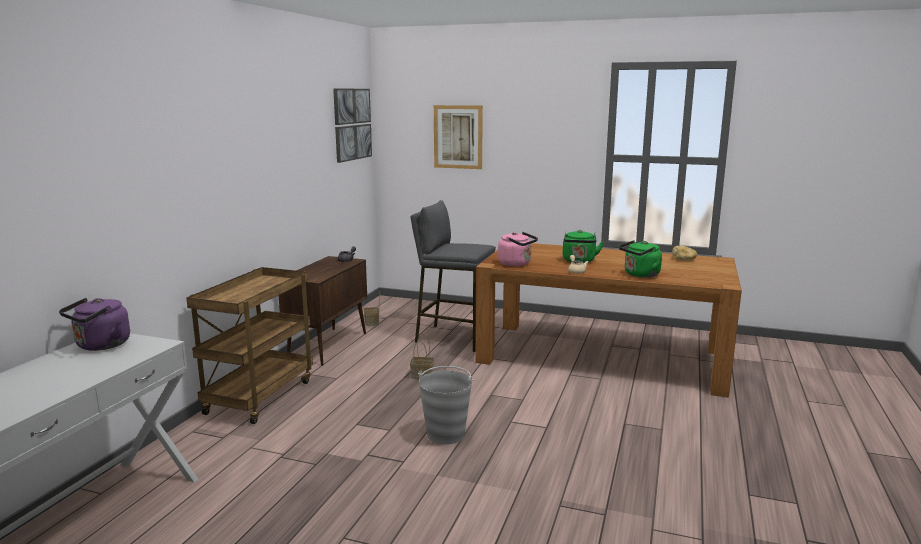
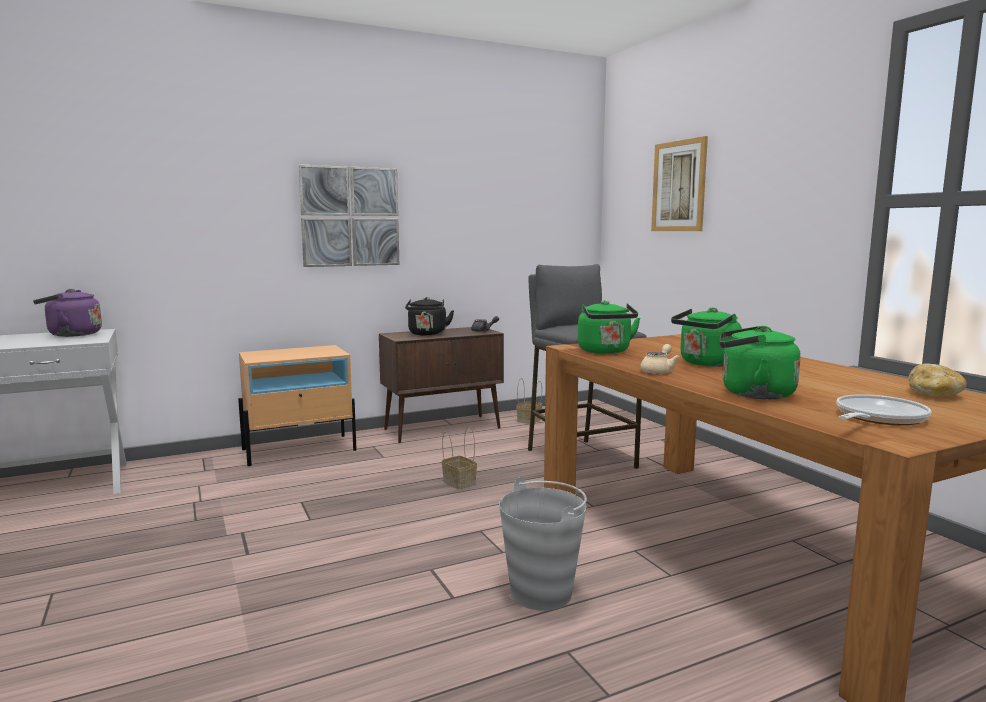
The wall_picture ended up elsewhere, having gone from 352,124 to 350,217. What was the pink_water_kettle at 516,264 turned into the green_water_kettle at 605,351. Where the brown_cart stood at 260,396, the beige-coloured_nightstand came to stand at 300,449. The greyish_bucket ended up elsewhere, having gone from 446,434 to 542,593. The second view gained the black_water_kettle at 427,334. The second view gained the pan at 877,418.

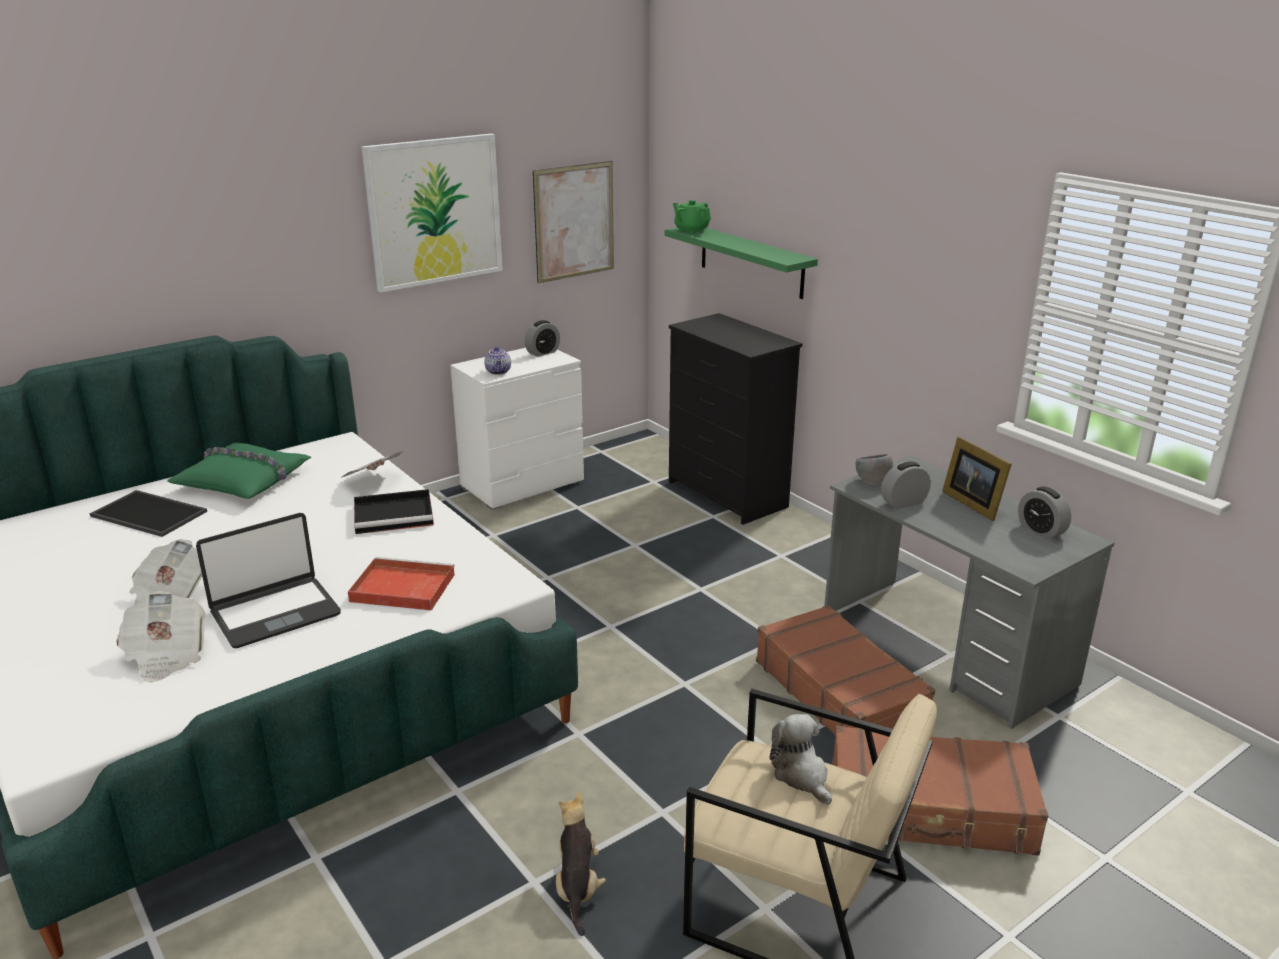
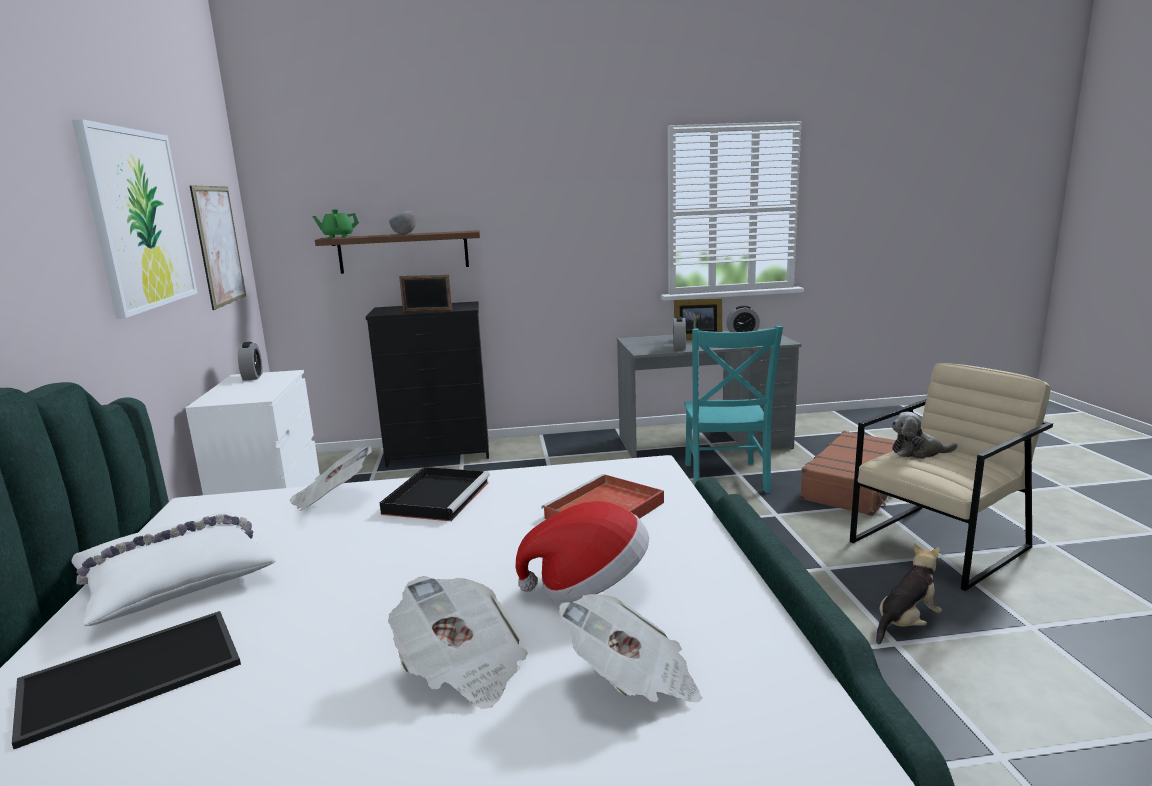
What was the green_shelf at 751,261 turned into the brown_shelf at 403,252. The second view lost the tea_pot at 499,372. What was the green_pillow at 244,481 turned into the white-coloured_pillow at 175,578. The greyish_deep_dish ended up elsewhere, having gone from 872,481 to 404,234. Where the laptop stood at 275,613, the hat came to stand at 589,586. Where the brown_piece_of_luggage stood at 839,692, the blue-green_chair came to stand at 725,479. The cuddly_toy at 578,887 ended up facing another way, 120 degrees clockwise from before. The second view gained the standing_frame at 427,311.

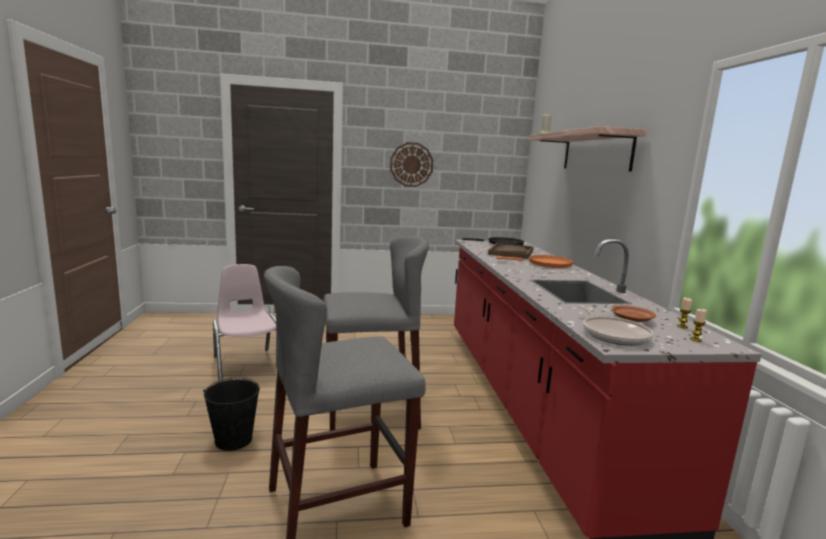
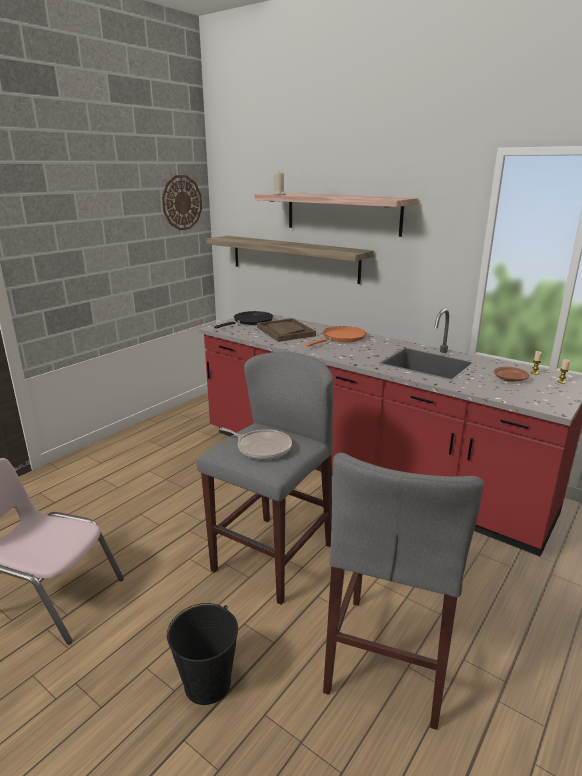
The hanging_clock ended up elsewhere, having gone from 411,164 to 182,202. The pan ended up elsewhere, having gone from 613,334 to 261,448. The second view gained the shelf at 293,258.

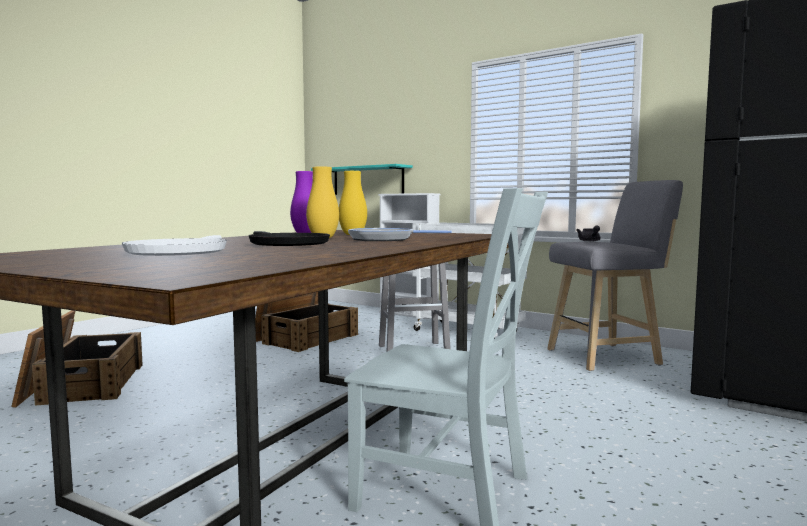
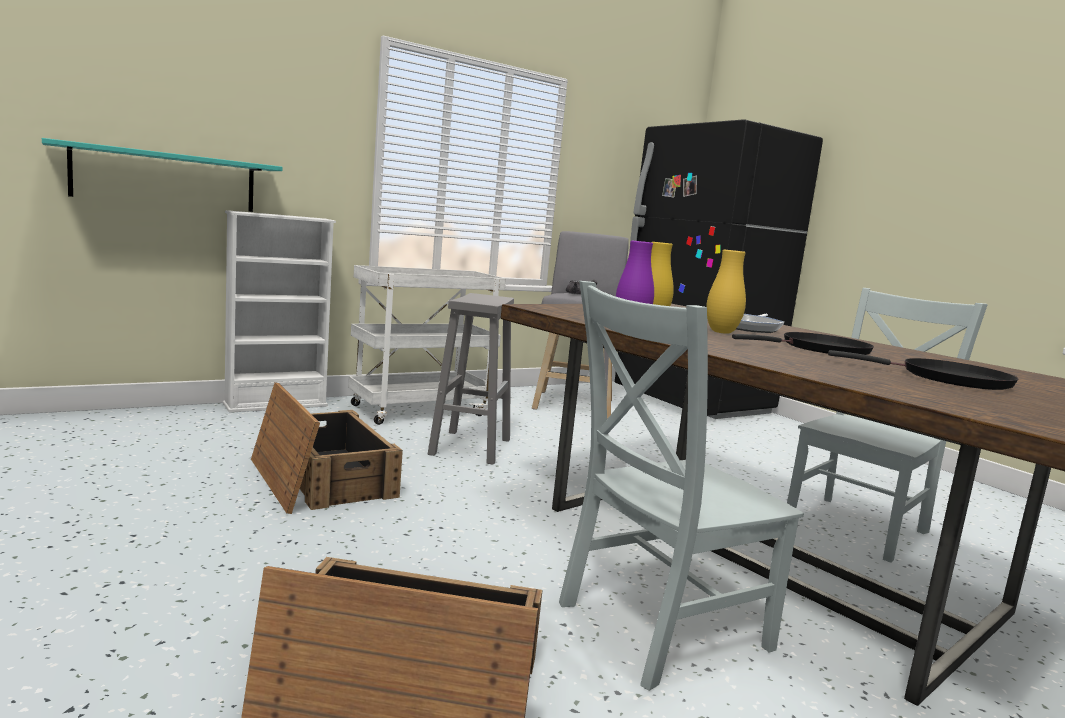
What was the white-coloured_pan at 179,252 turned into the black_pan at 947,379. The second view gained the greyish_chair at 655,627.

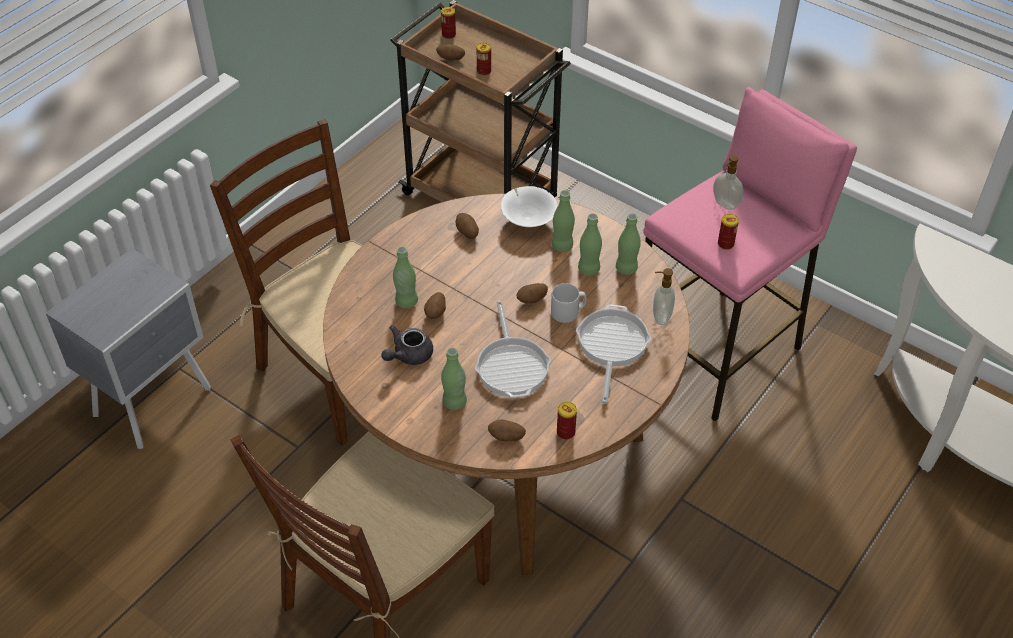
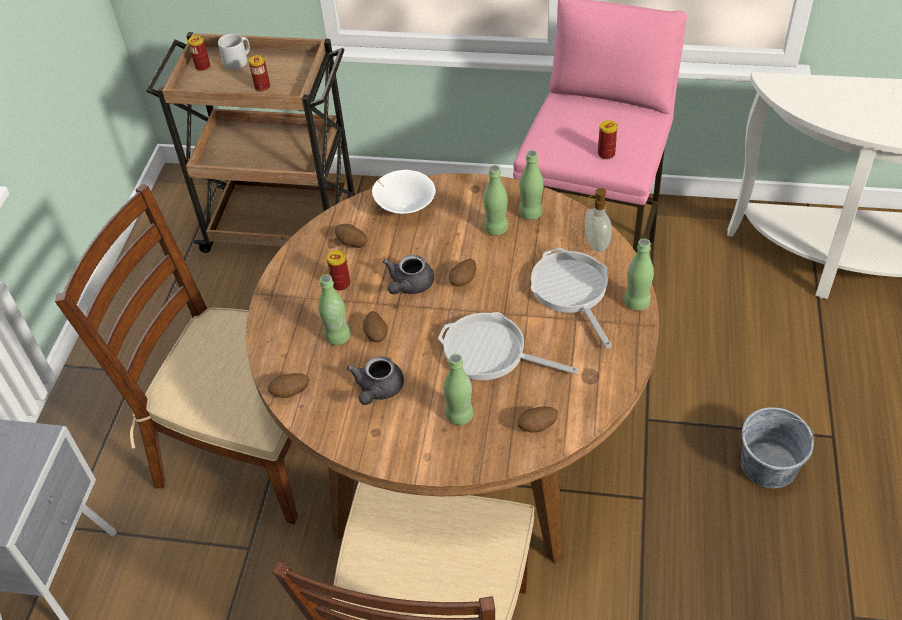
The whole_potato ended up elsewhere, having gone from 450,59 to 291,393. The second view lost the liquid_soap_bottle at 725,204. The green_drink_bottle ended up elsewhere, having gone from 562,246 to 636,303. The greyish_mug ended up elsewhere, having gone from 568,312 to 238,61. The pan at 512,365 ended up facing another way, 150 degrees clockwise from before. The can ended up elsewhere, having gone from 565,432 to 341,284. The second view gained the greyish_tea_pot at 409,286. The second view gained the greyish_bucket at 769,465.

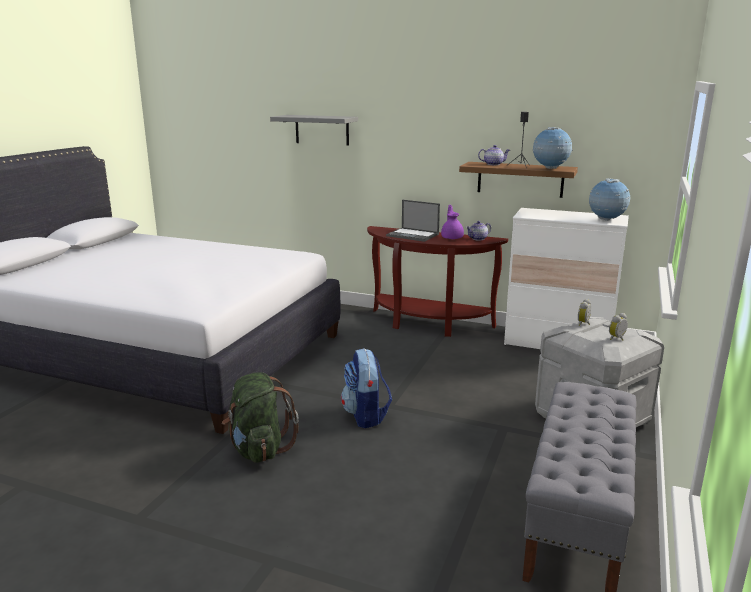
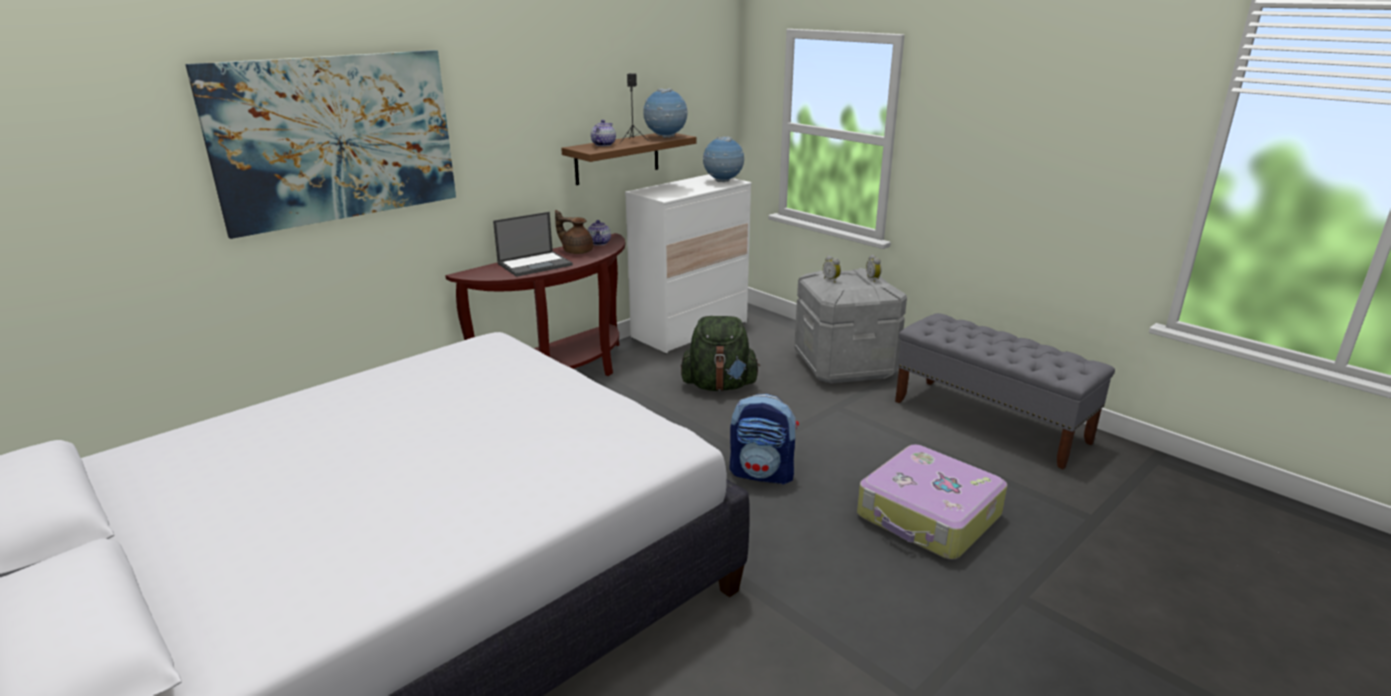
Where the greyish_shelf hung at 322,130, the wall_picture came to hang at 336,138. What was the purple-coloured_tea_pot at 452,237 turned into the brown_tea_pot at 576,251. The green_backpack ended up elsewhere, having gone from 259,449 to 719,386. The second view gained the piece_of_luggage at 928,517.

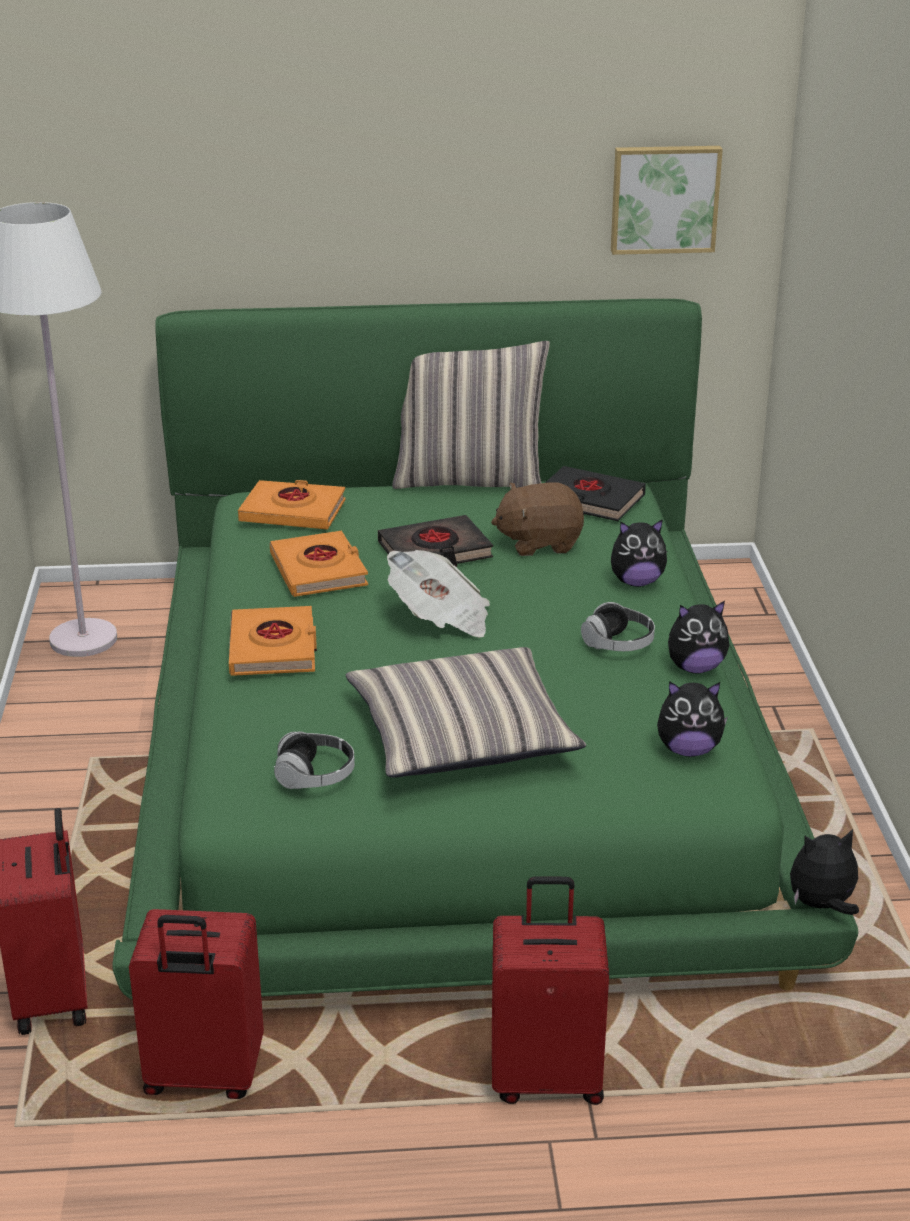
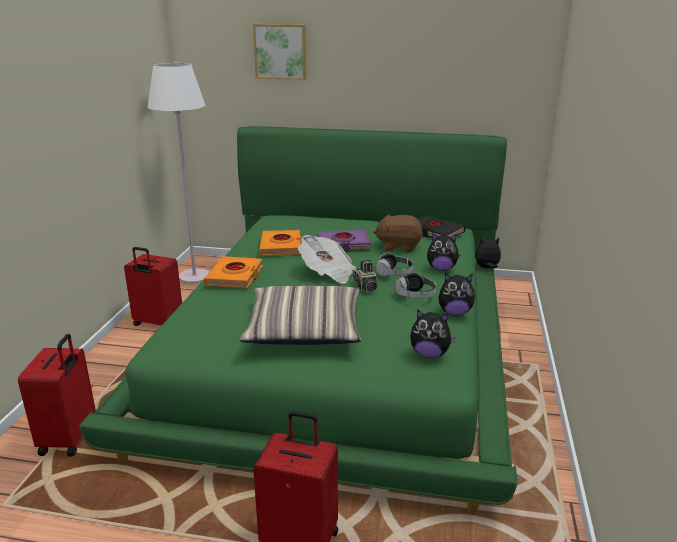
The wall_picture ended up elsewhere, having gone from 664,198 to 280,51. The second view lost the pillow at 470,480. The second view lost the orangey_volume at 293,512. What was the black_volume at 435,552 turned into the purple-coloured_volume at 343,245. The headset ended up elsewhere, having gone from 315,776 to 394,274. The cuddly_toy ended up elsewhere, having gone from 822,906 to 486,268. The reddish_piece_of_luggage ended up elsewhere, having gone from 203,1076 to 157,323. The second view gained the photo_camera at 365,287.

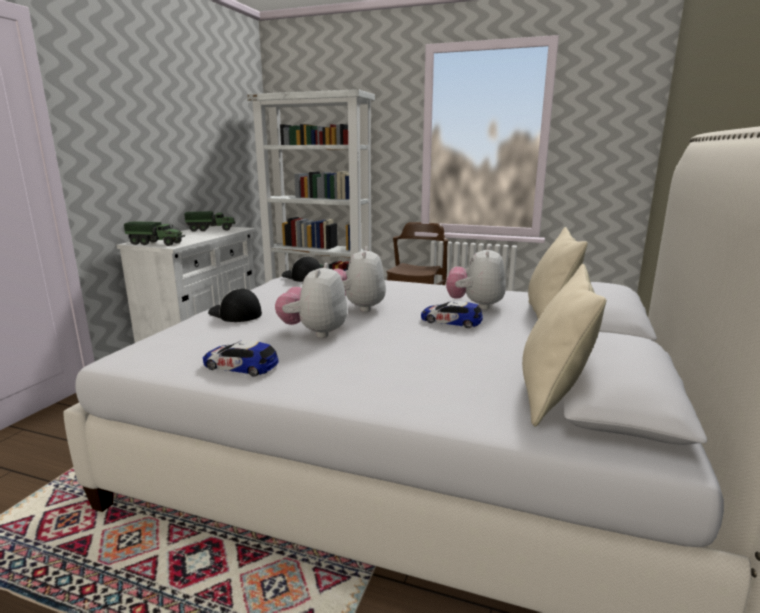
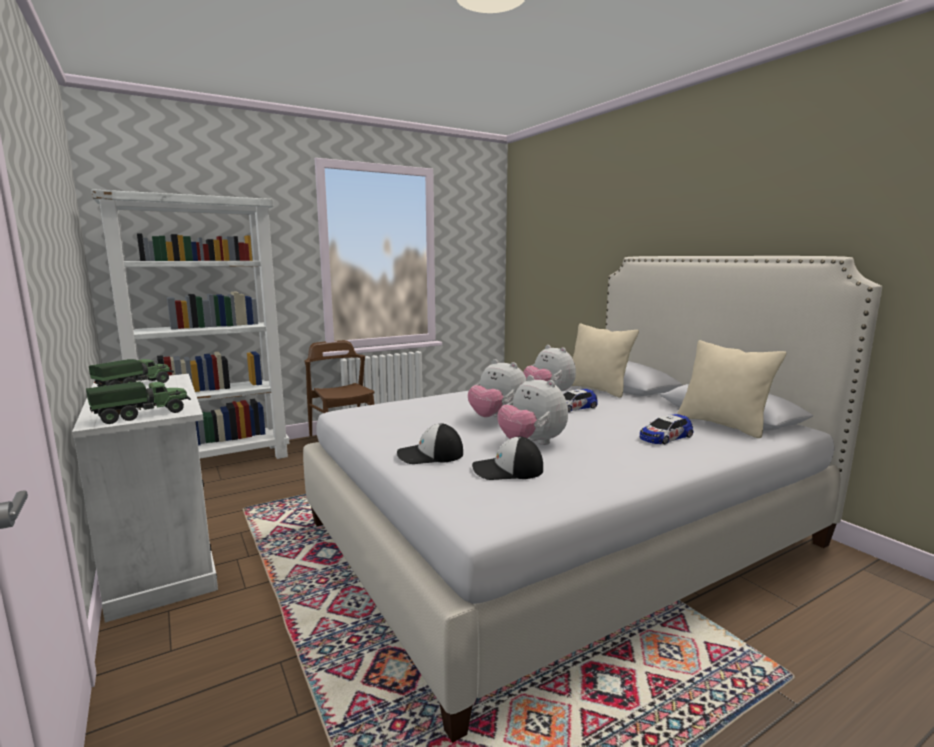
The cap ended up elsewhere, having gone from 302,276 to 507,470. The model_car ended up elsewhere, having gone from 240,366 to 665,437.

